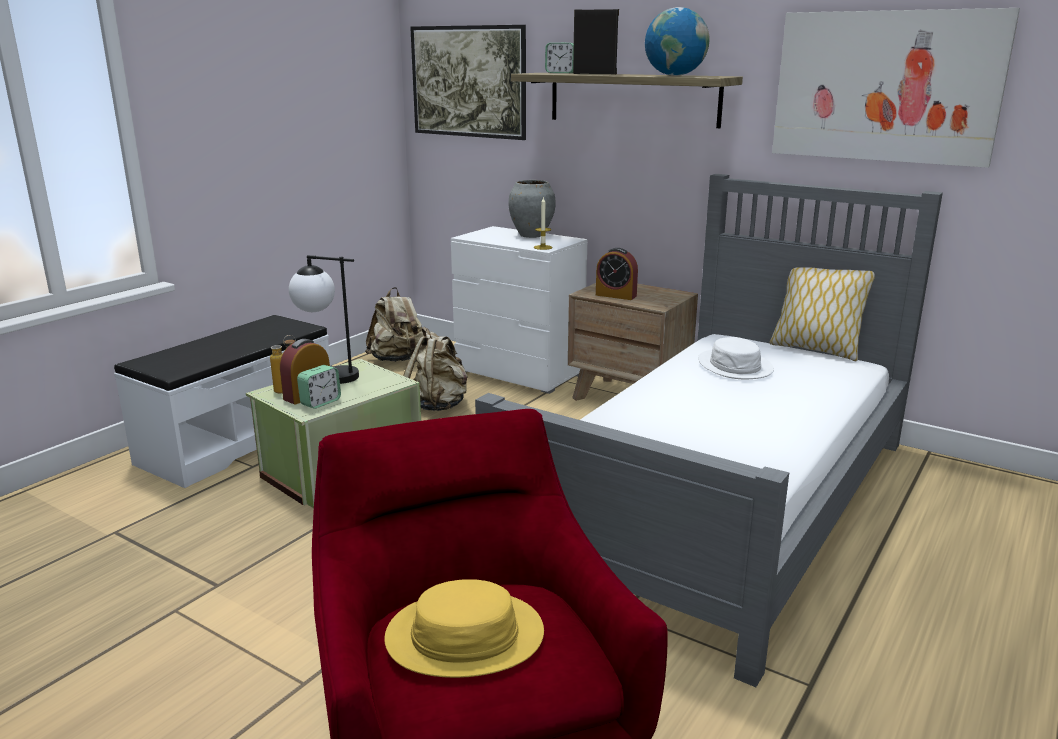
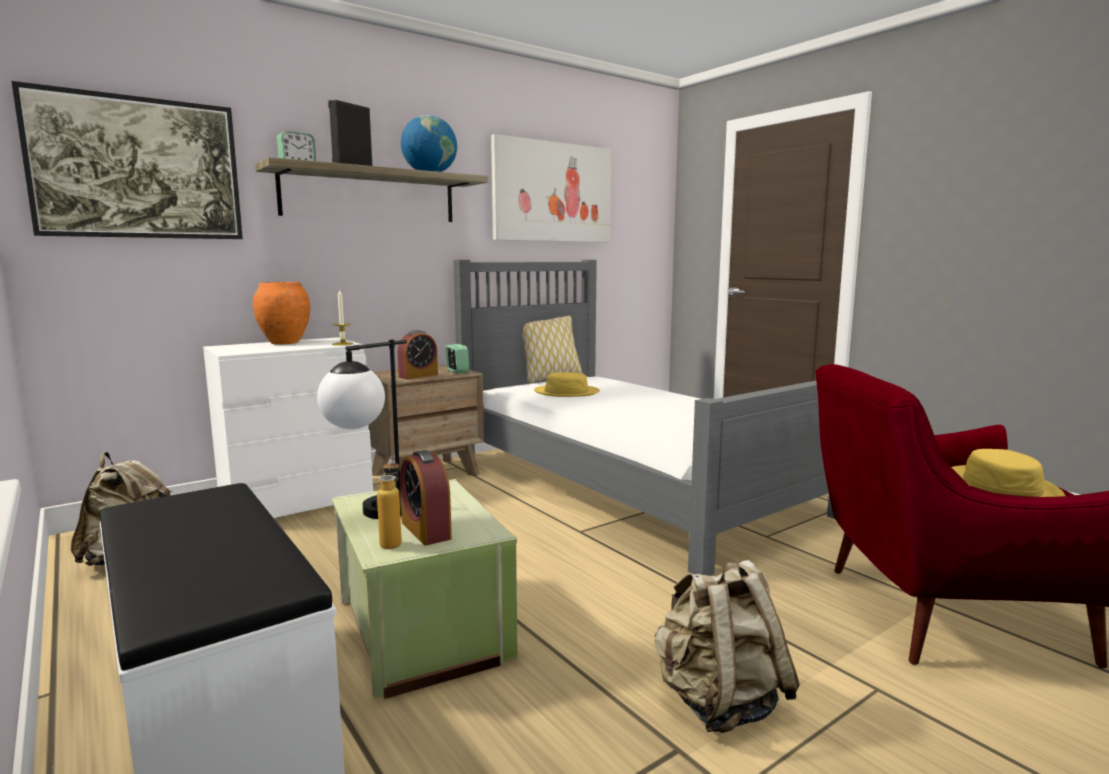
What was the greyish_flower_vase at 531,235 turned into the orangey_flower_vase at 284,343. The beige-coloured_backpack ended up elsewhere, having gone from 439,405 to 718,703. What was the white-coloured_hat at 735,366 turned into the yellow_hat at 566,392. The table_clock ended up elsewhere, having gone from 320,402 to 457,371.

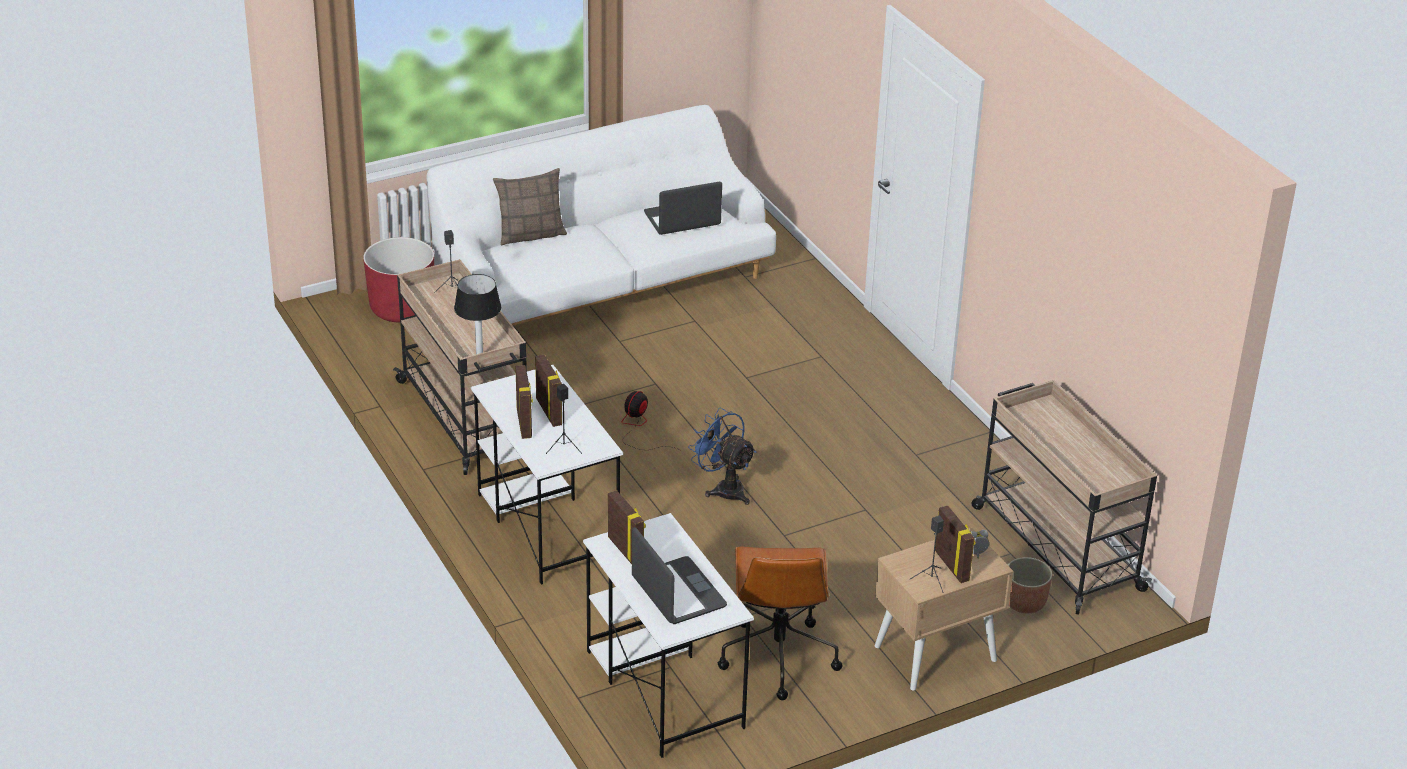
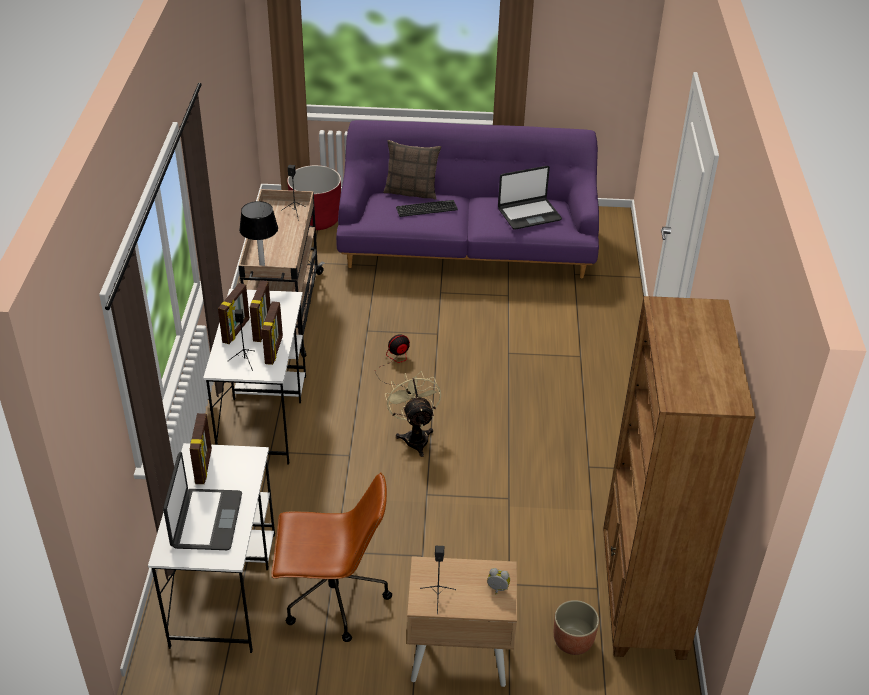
What was the white-coloured_settee at 602,282 turned into the purple-coloured_settee at 467,244. The laptop at 682,220 ended up facing another way, 150 degrees clockwise from before. Where the beige-coloured_cart stood at 1055,547, the brown_bookcase came to stand at 641,599. What was the bluish_cooling_fan at 724,488 turned into the beige-coloured_cooling_fan at 415,436. The standing_frame ended up elsewhere, having gone from 952,566 to 274,350. The brown_computer_chair at 778,655 ended up facing another way, 120 degrees counterclockwise from before. The second view gained the PC_keyboard at 426,209.

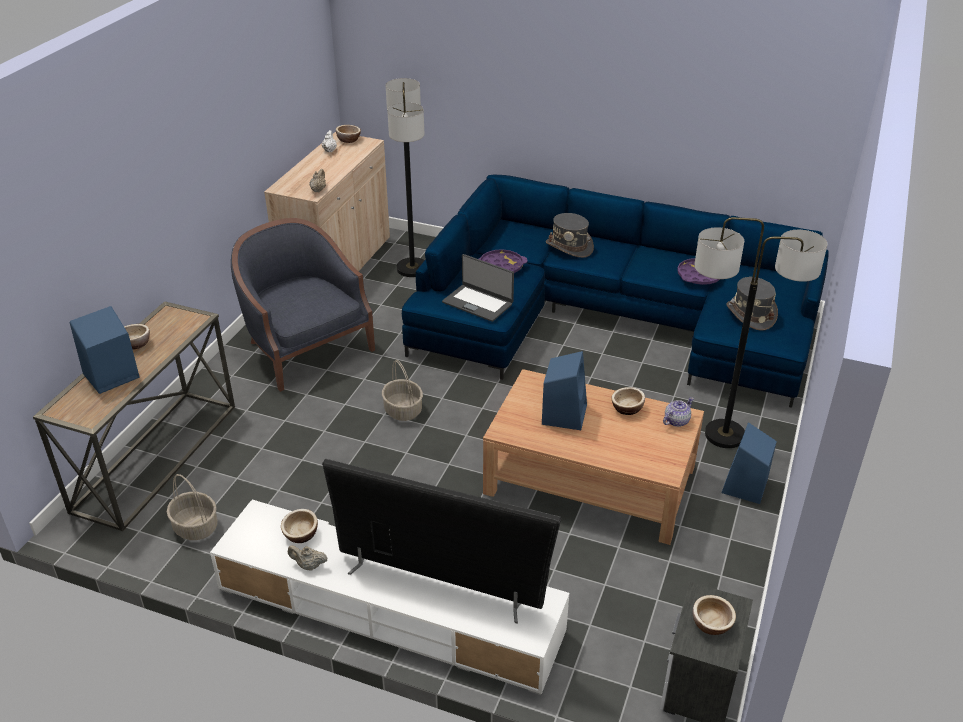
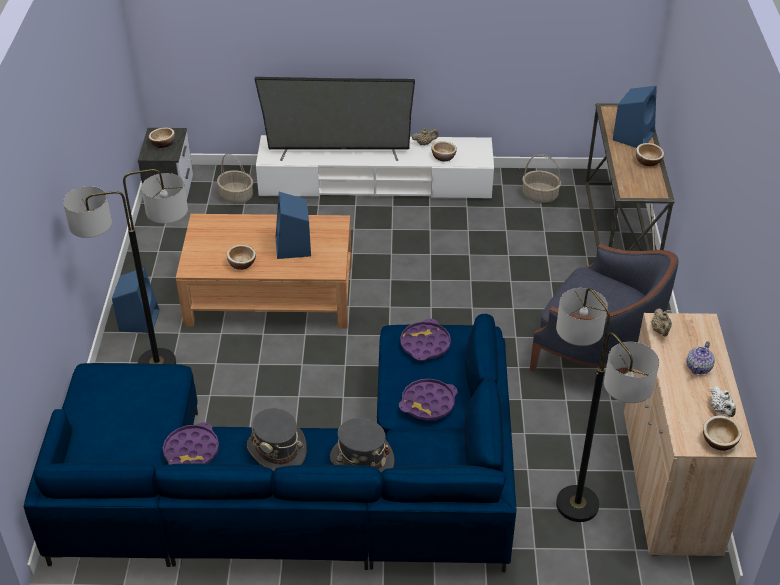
Where the laptop stood at 478,303, the purple-coloured_carrying_tray came to stand at 425,344. The greyish_hat ended up elsewhere, having gone from 750,315 to 277,450. The household_basket ended up elsewhere, having gone from 403,410 to 236,196. The tea_pot ended up elsewhere, having gone from 676,421 to 699,367.

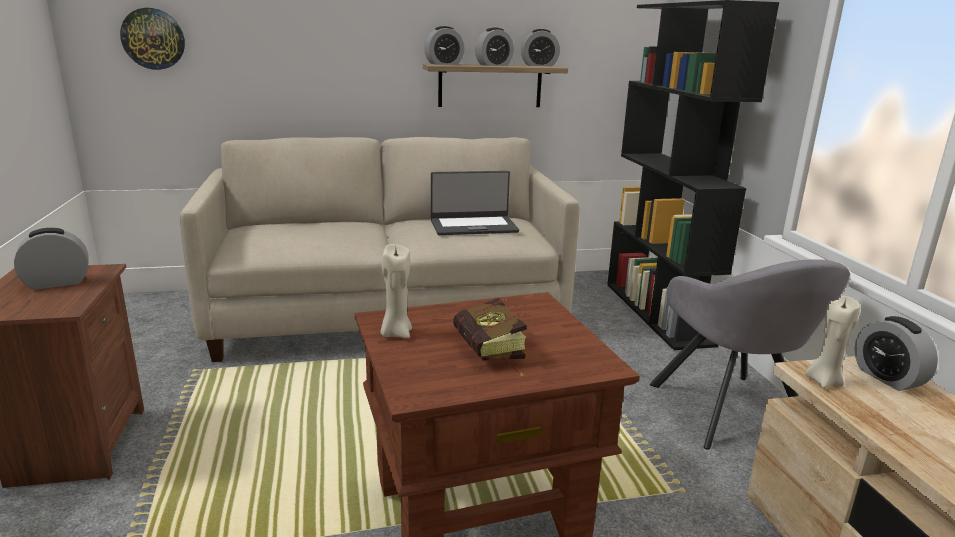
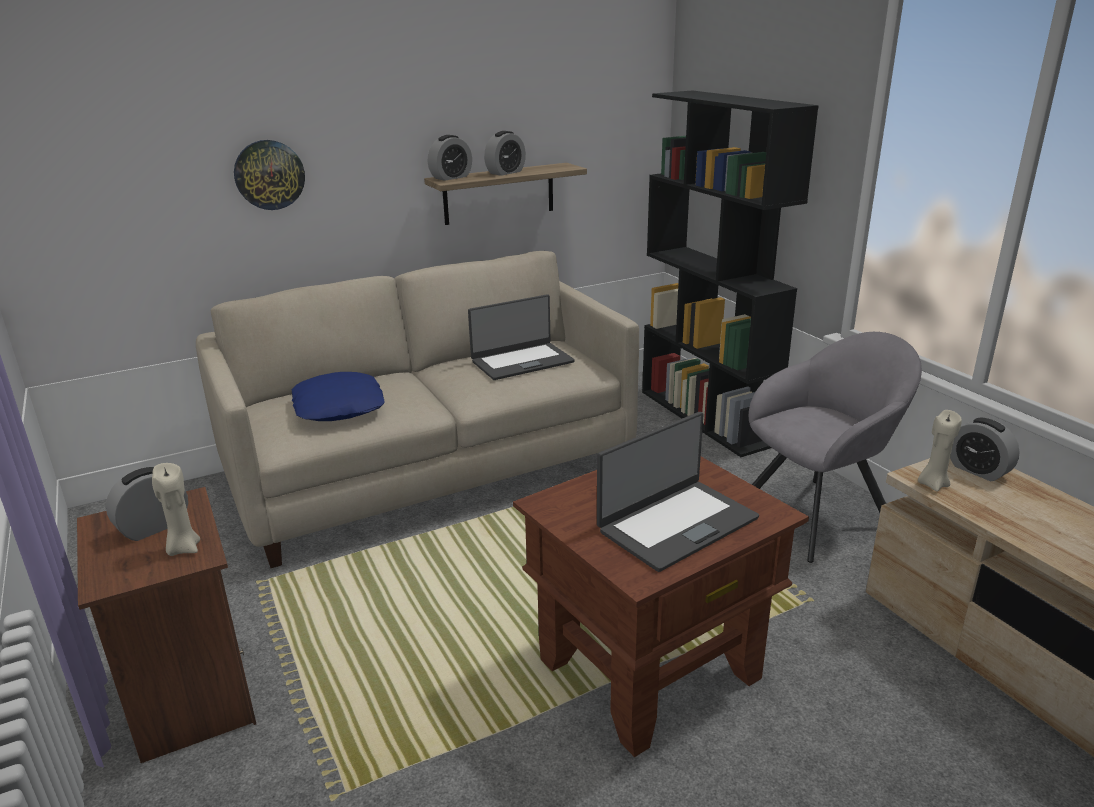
The hanging_clock ended up elsewhere, having gone from 153,39 to 269,175. The second view lost the table_clock at 539,65. The beige-coloured_wax_light ended up elsewhere, having gone from 396,333 to 183,548. The greyish_lounge_chair at 731,413 ended up facing another way, 90 degrees counterclockwise from before. Where the volume stood at 492,356, the laptop came to stand at 676,524. The second view gained the bluish_pillow at 339,406.

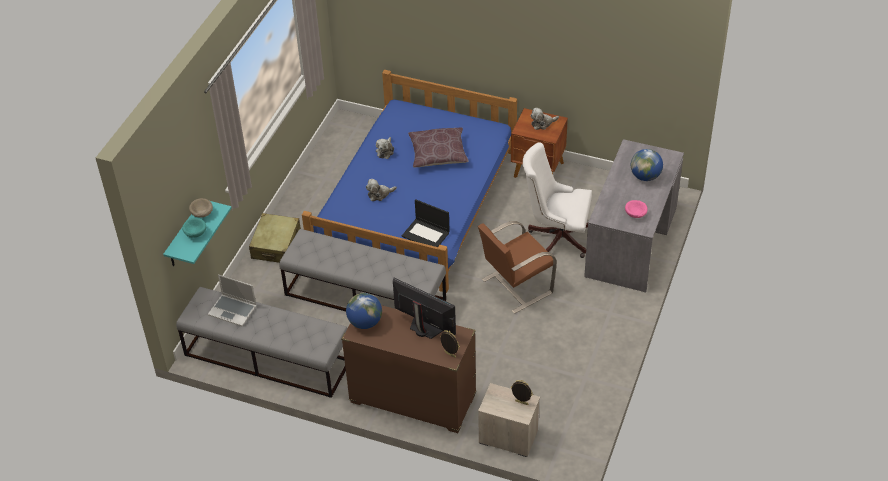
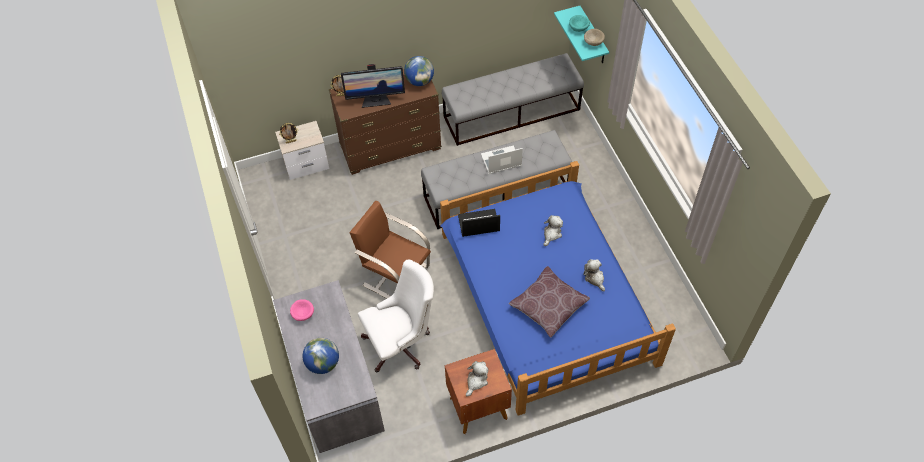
The second view lost the beige-coloured_piece_of_luggage at 276,245. The brown_chair at 515,286 ended up facing another way, 75 degrees counterclockwise from before. The laptop ended up elsewhere, having gone from 233,310 to 500,161.

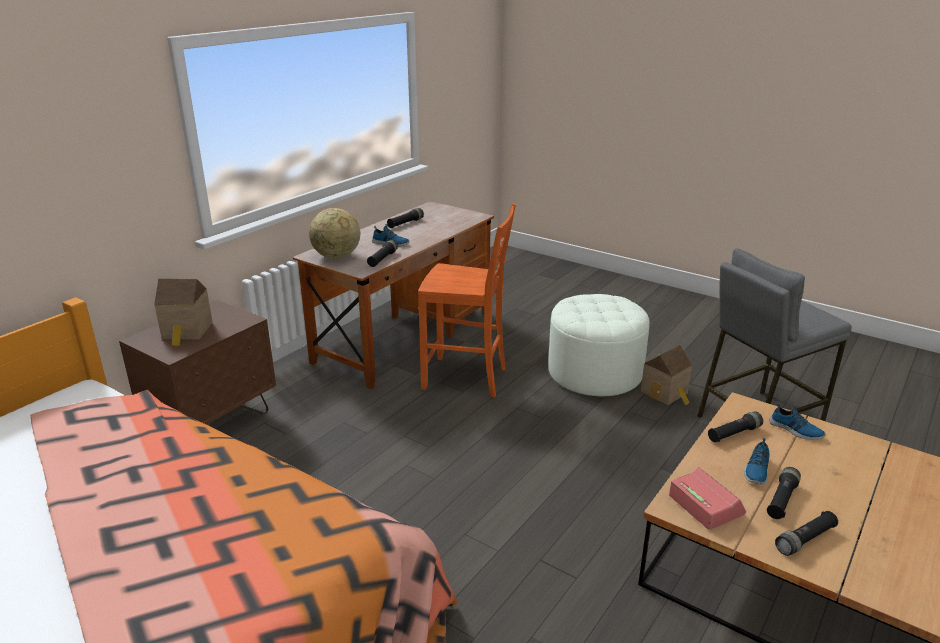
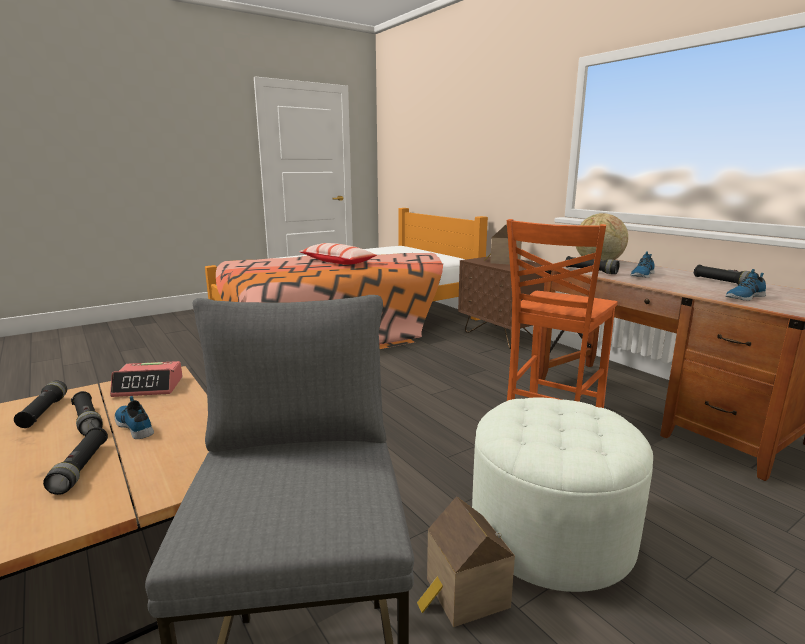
The item_of_footwear ended up elsewhere, having gone from 795,430 to 744,297. The black_hand_torch ended up elsewhere, having gone from 734,434 to 81,468. The second view gained the pillow at 337,262.

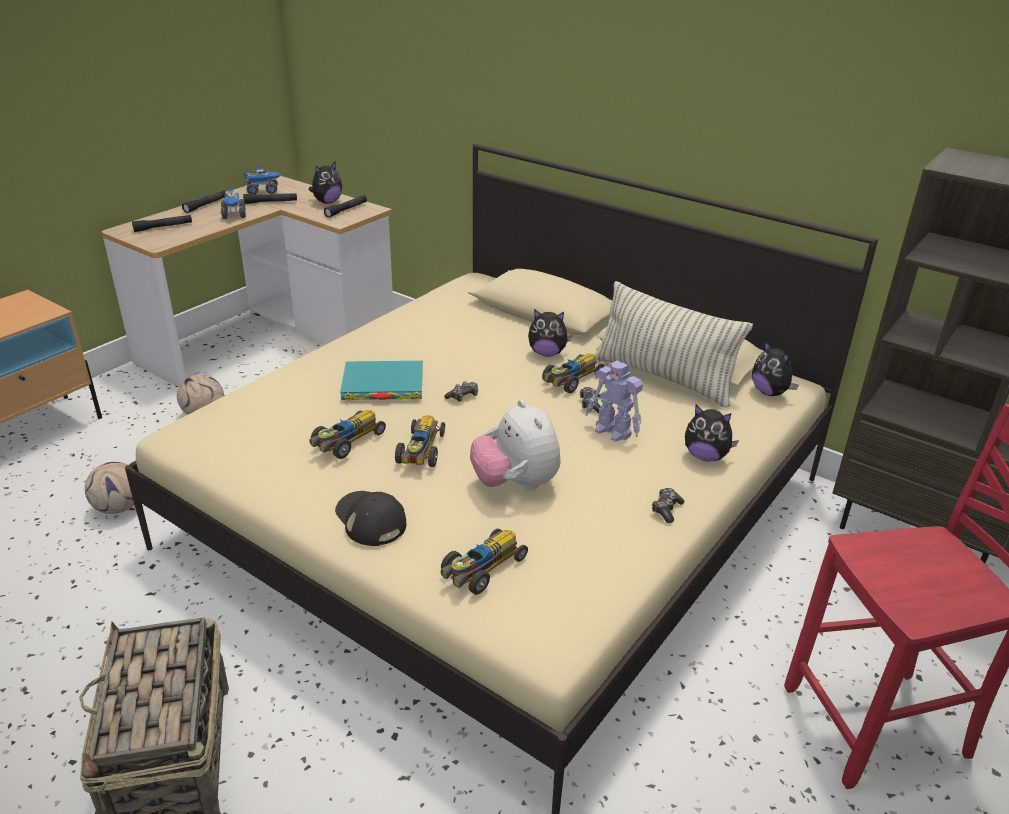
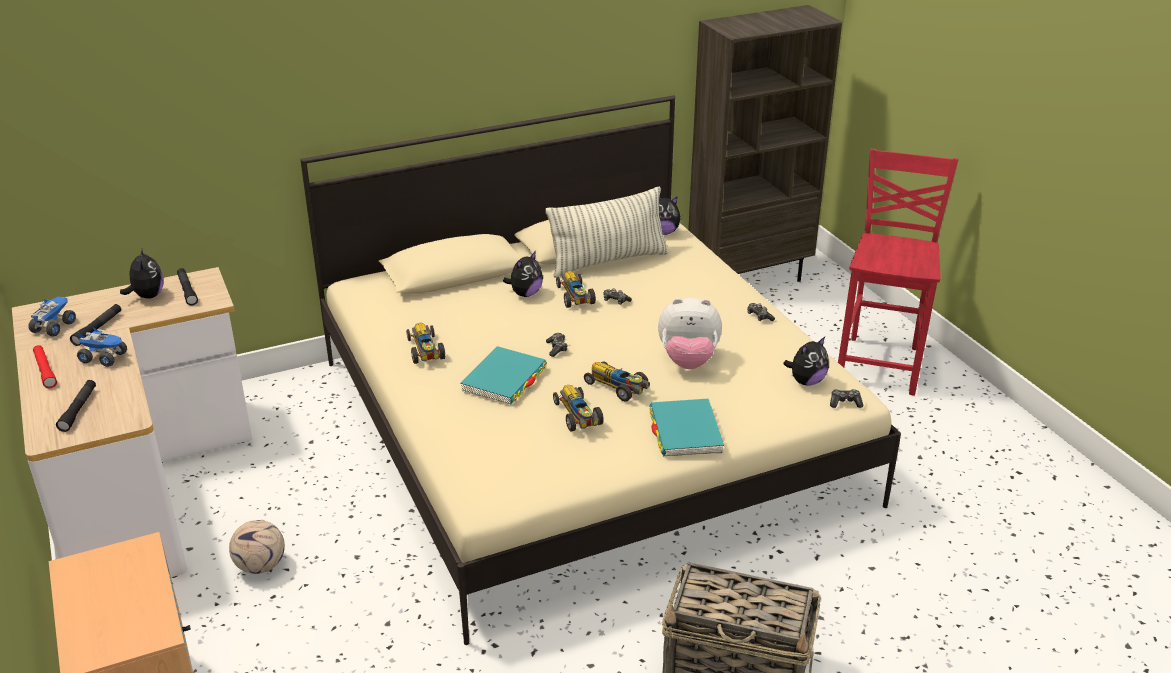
What was the black_hand_torch at 206,205 turned into the reddish_hand_torch at 45,371. The second view lost the toy_robot at 613,432. The cuddly_toy ended up elsewhere, having gone from 705,456 to 806,381. The second view lost the ball_for_football at 120,508. Where the black_cap stood at 370,519, the blue-green_volume came to stand at 685,431. The model_car ended up elsewhere, having gone from 482,569 to 425,351. The second view gained the game_controller at 845,403.

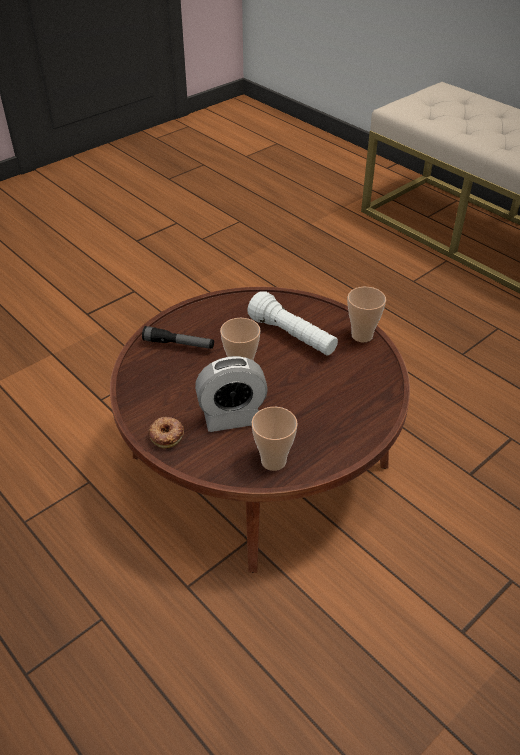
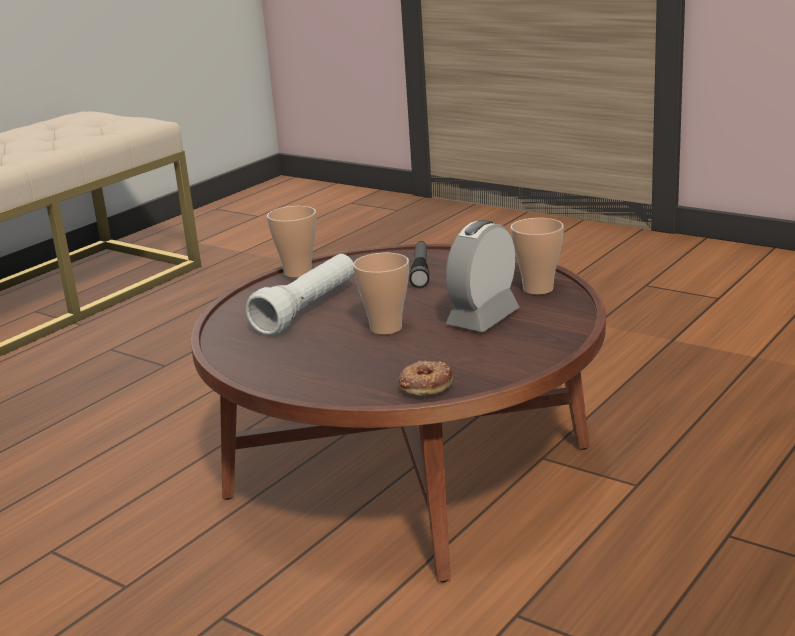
The hand_torch ended up elsewhere, having gone from 179,344 to 420,271. The table_clock at 232,417 ended up facing another way, 120 degrees counterclockwise from before. The ring_doughnut ended up elsewhere, having gone from 167,434 to 425,384.

